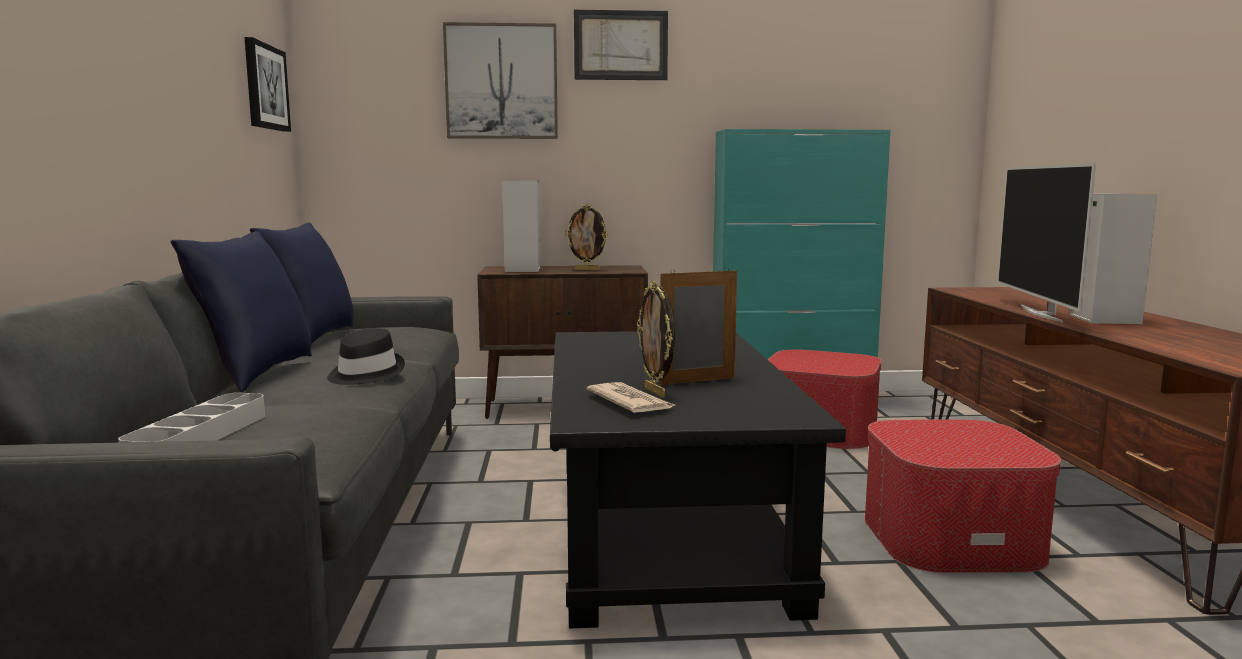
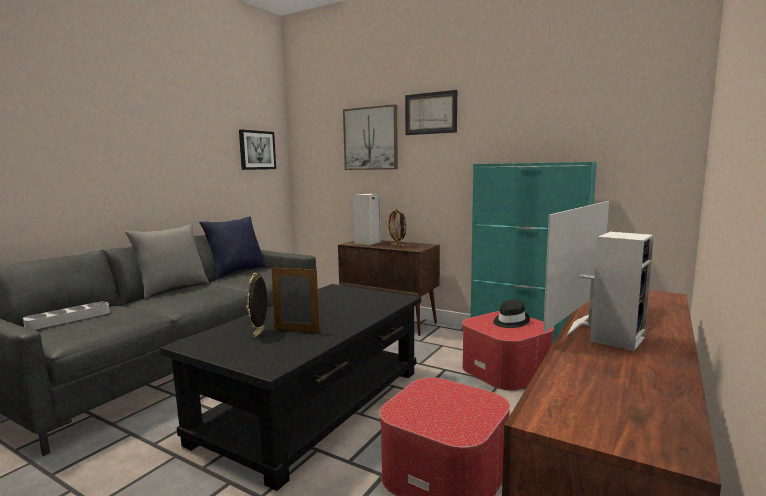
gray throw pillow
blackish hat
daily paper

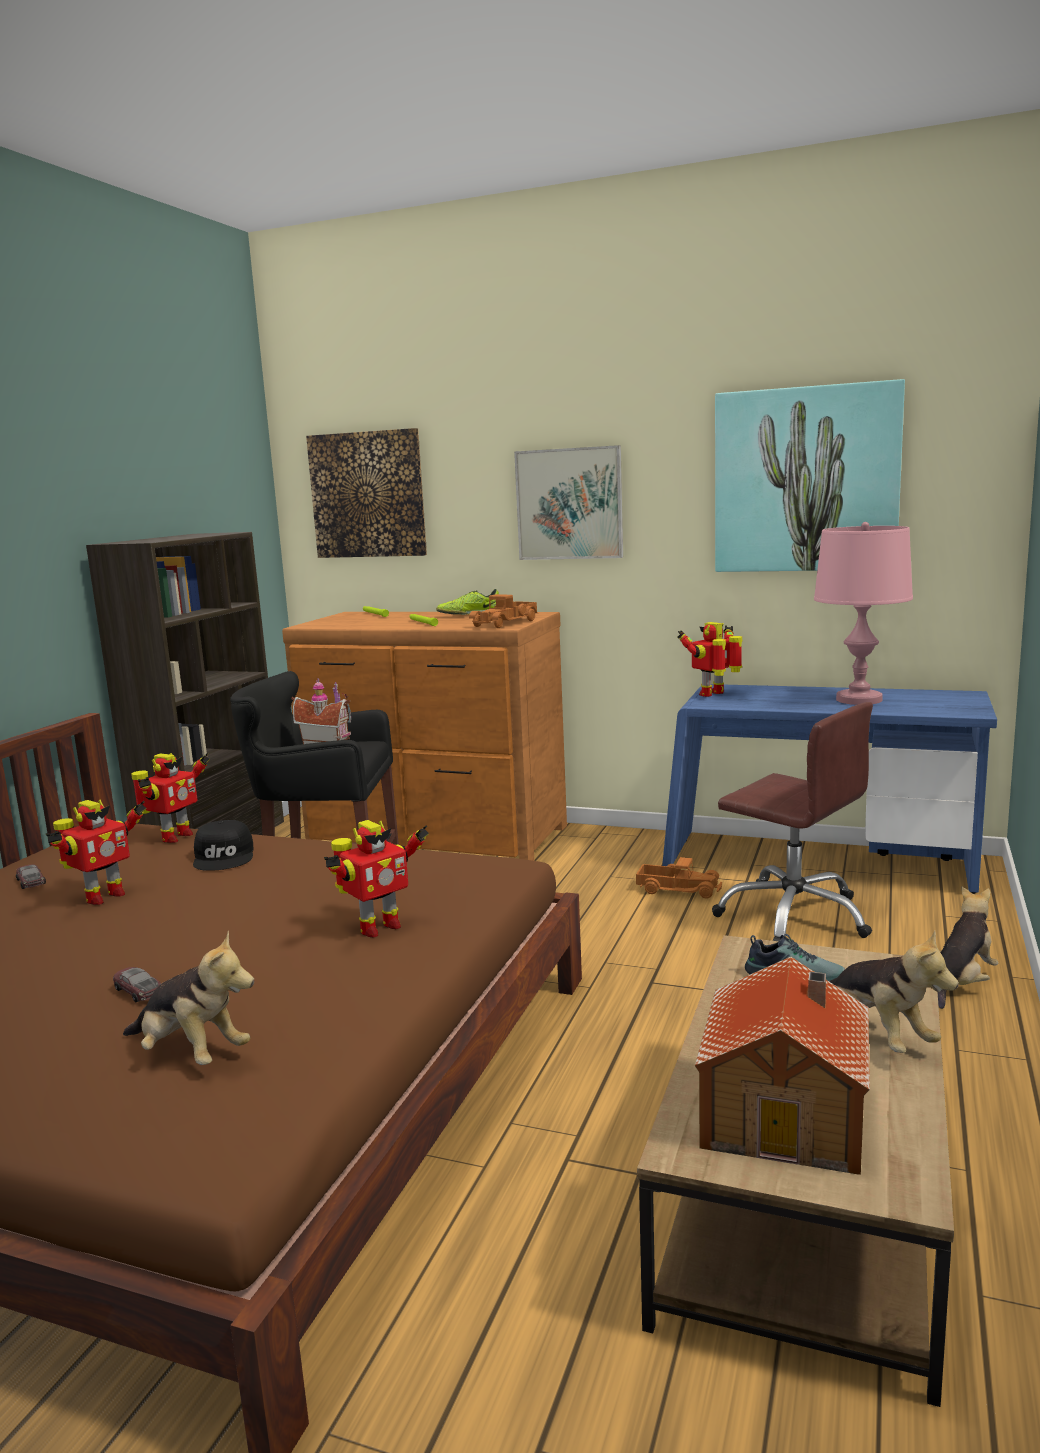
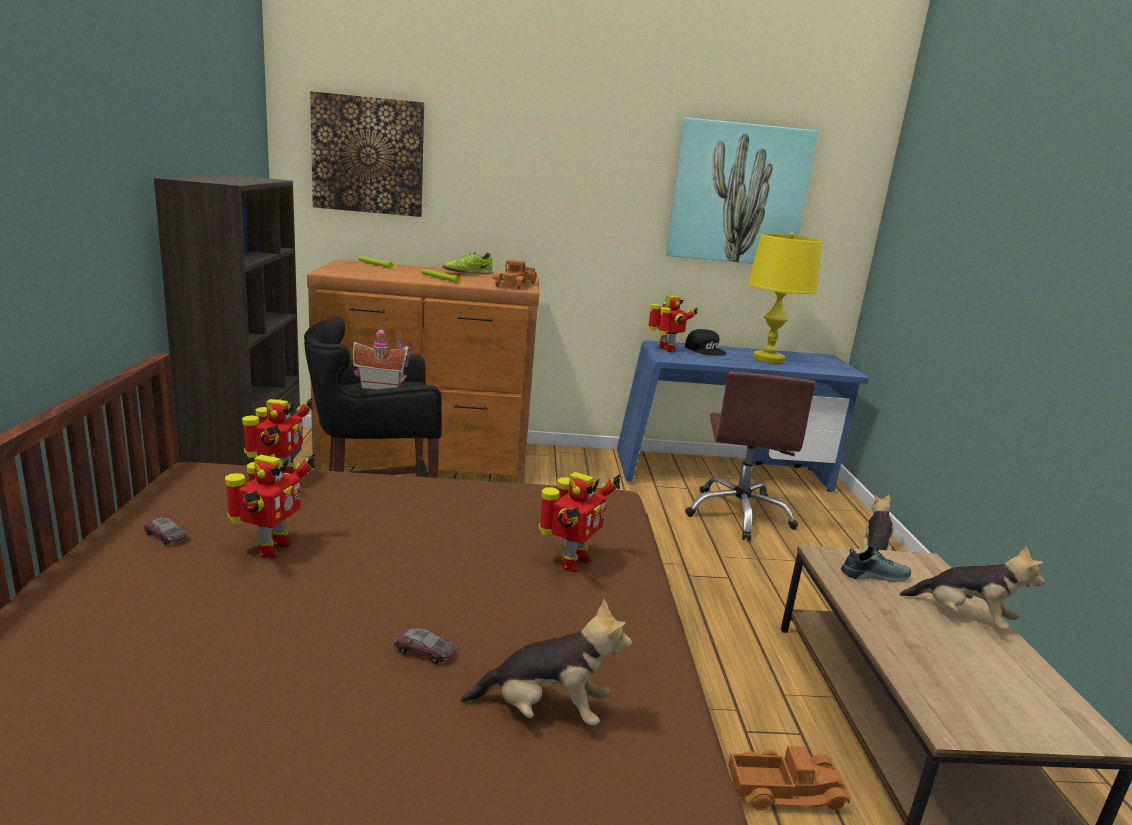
blackish cap
wall picture (2nd from left in the first image)
toy lorry (2nd from left)
toy robot (4th from left)
model house (2nd from left in the first image)
brown desk chair
yellowish table lamp

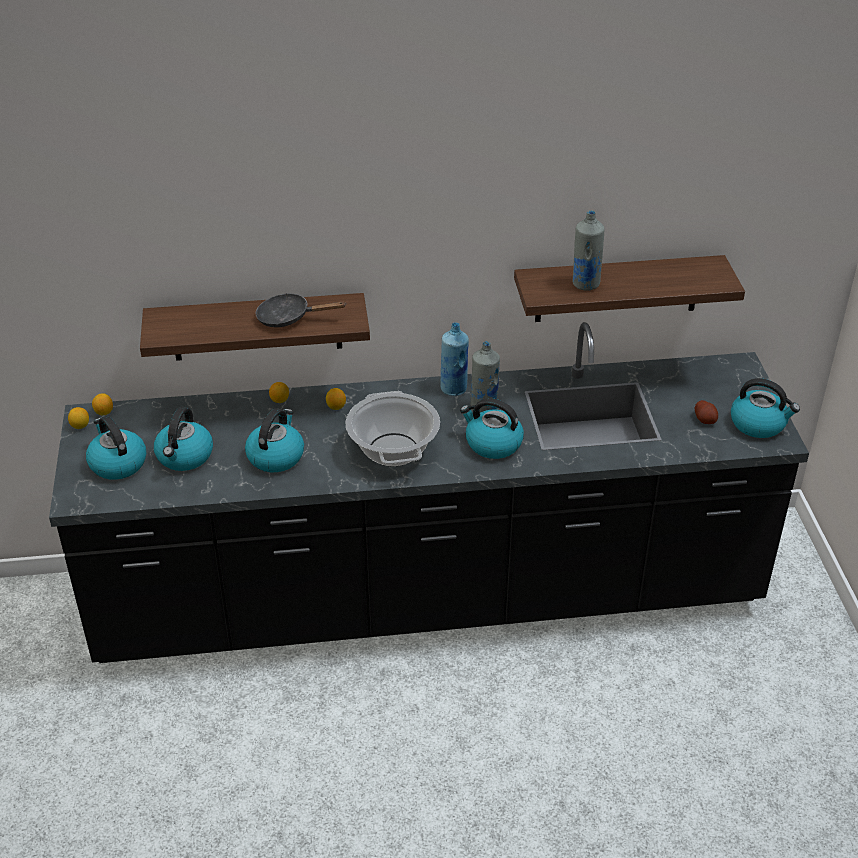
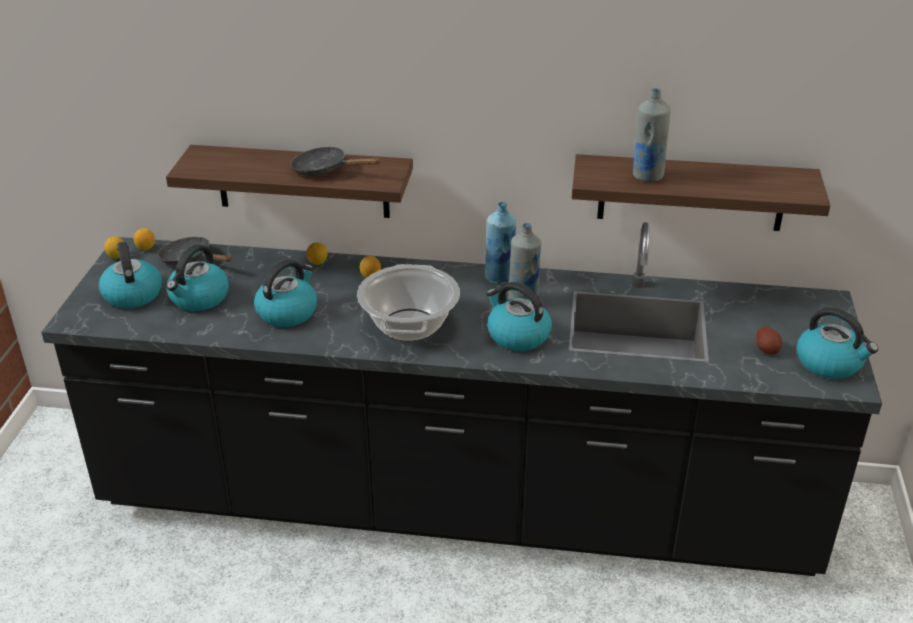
blackish pan (1st from left)

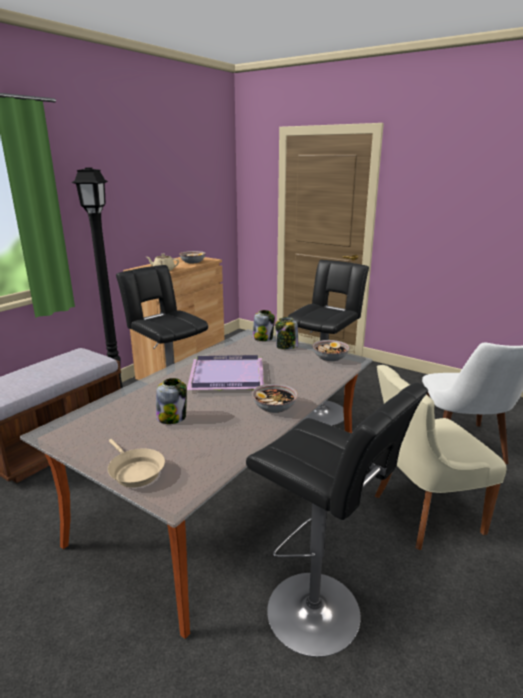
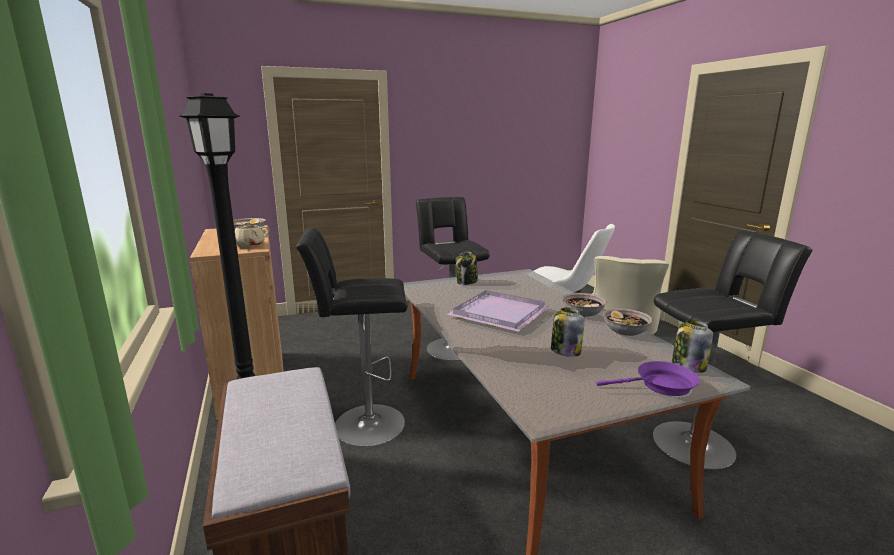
purplish pan
jar (3rd from left)
serving bowl (3rd from left)

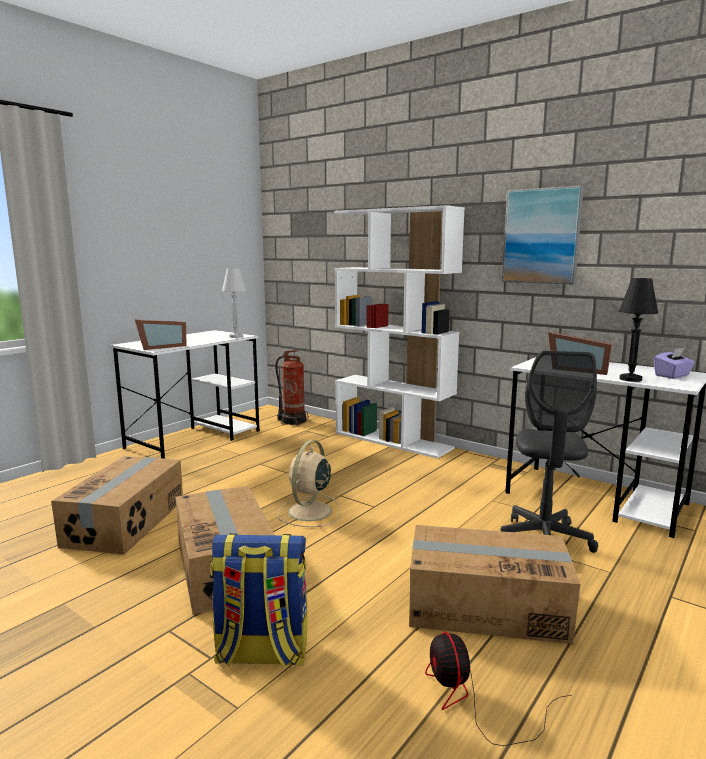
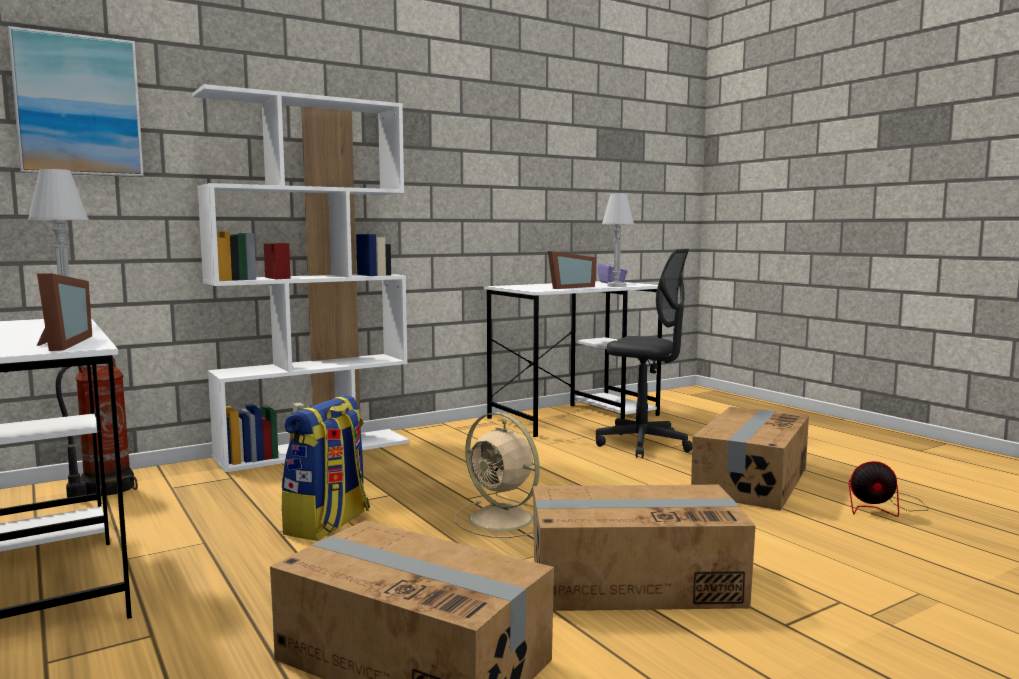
backpack
wall picture
whitish table lamp (2nd from left)

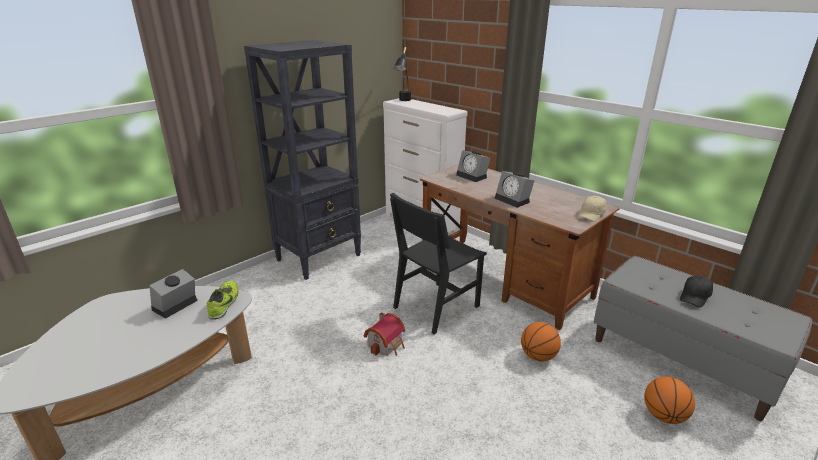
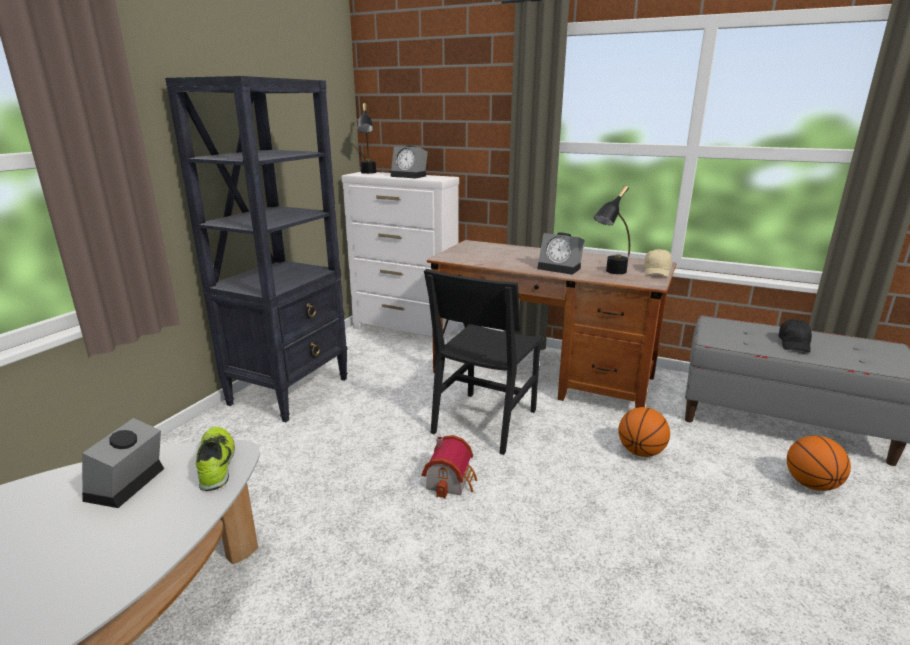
bedside clock (2nd from left)
blackish table lamp (2nd from left)

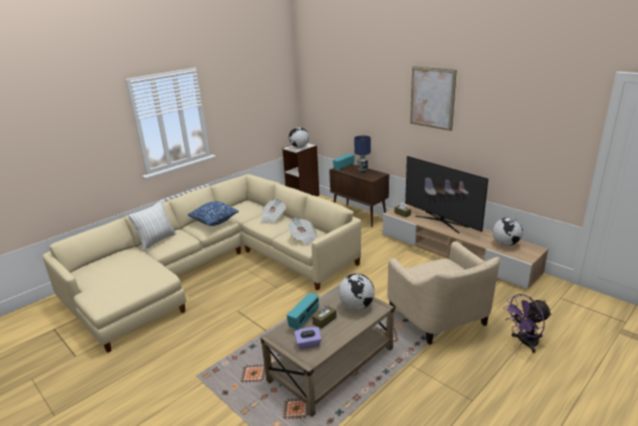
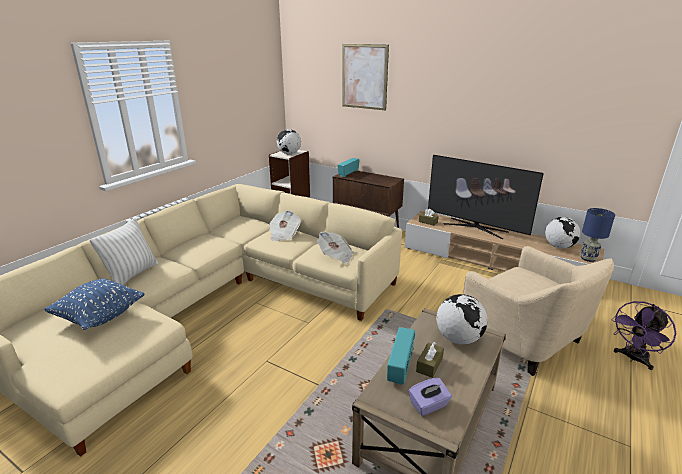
bluish throw pillow
bluish table lamp
wall picture

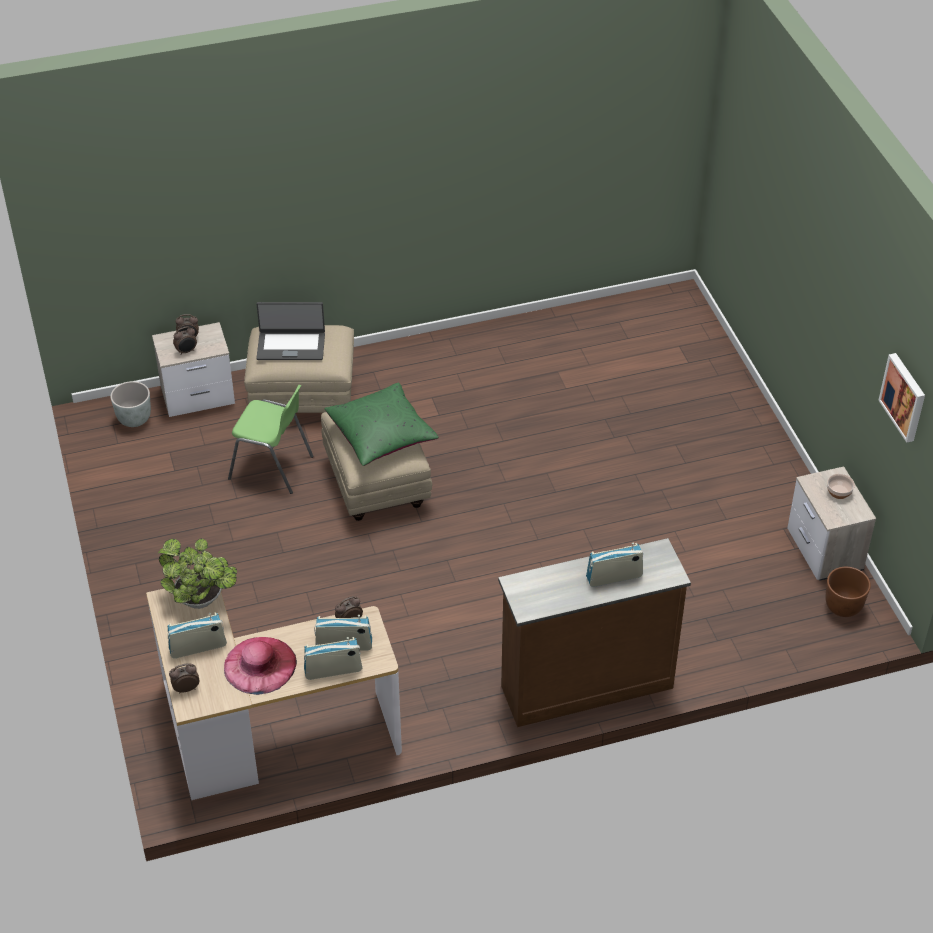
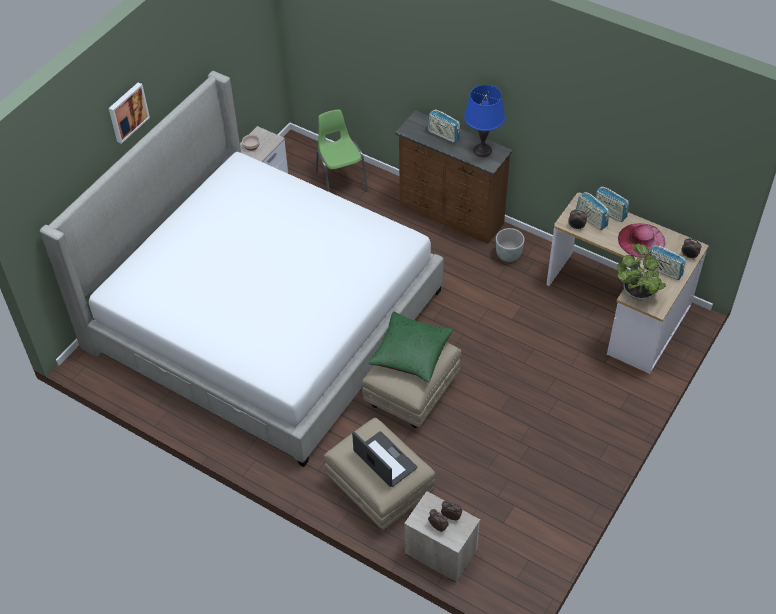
gray flower pot
greenish chair
brown flower pot
wall picture
sleeping bed
bluish table lamp

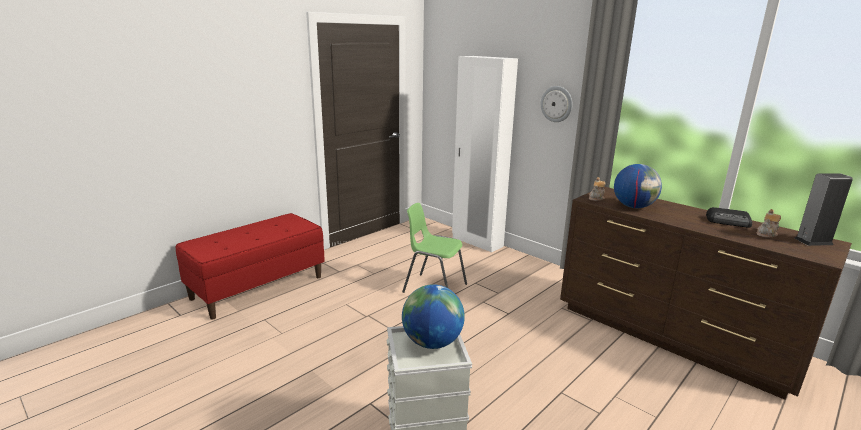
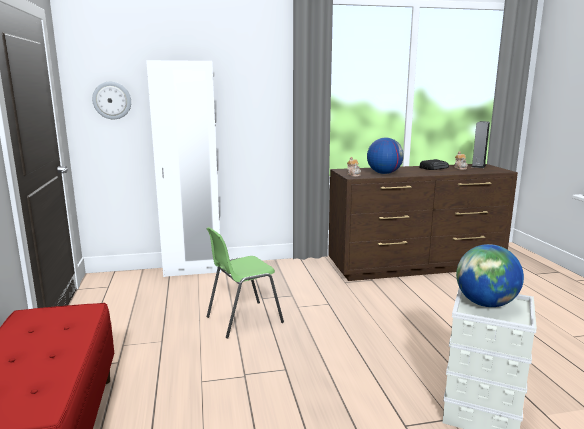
wall clock

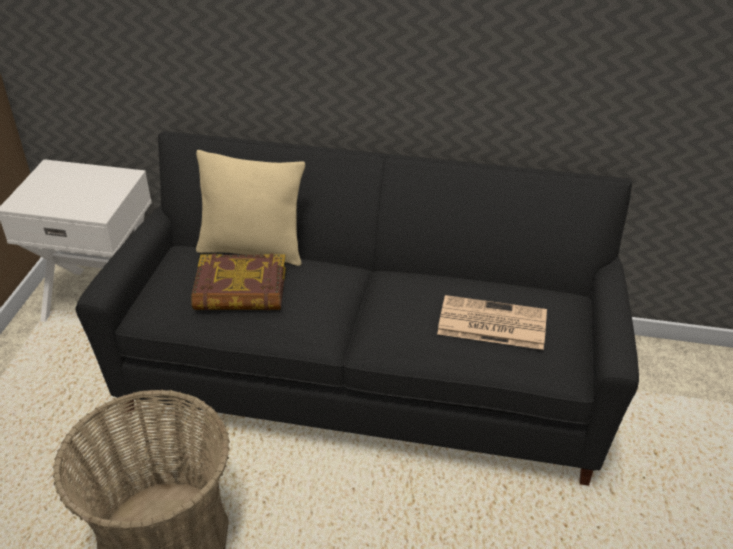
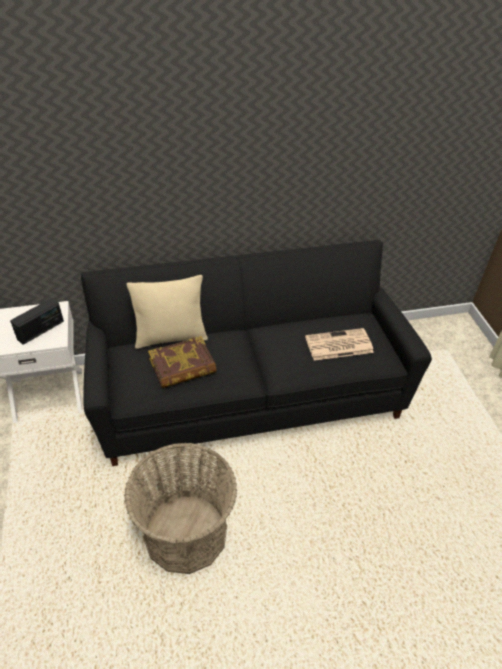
radio set

